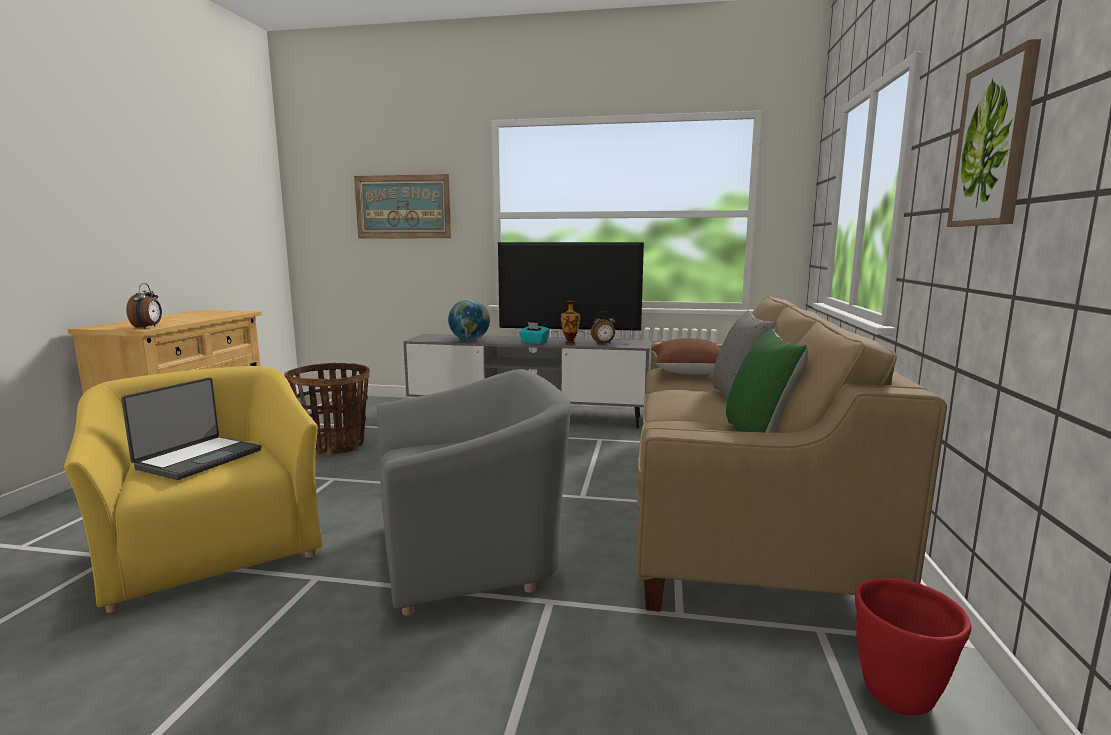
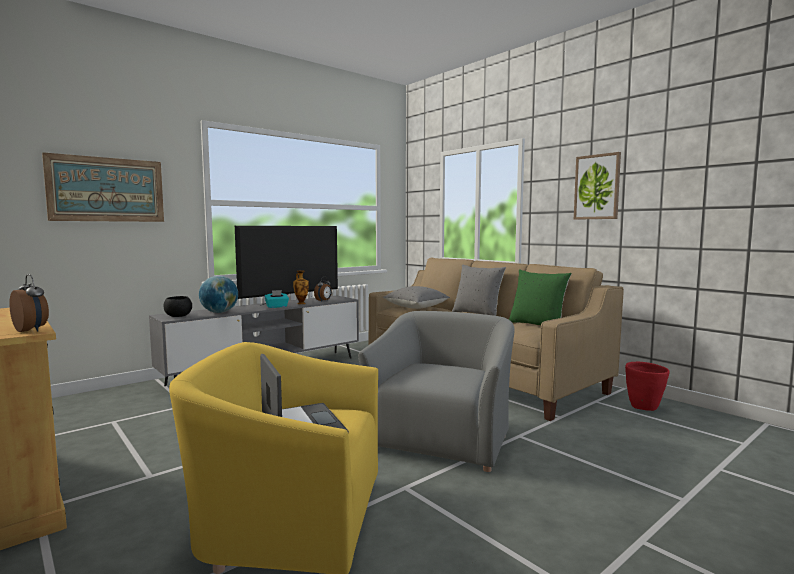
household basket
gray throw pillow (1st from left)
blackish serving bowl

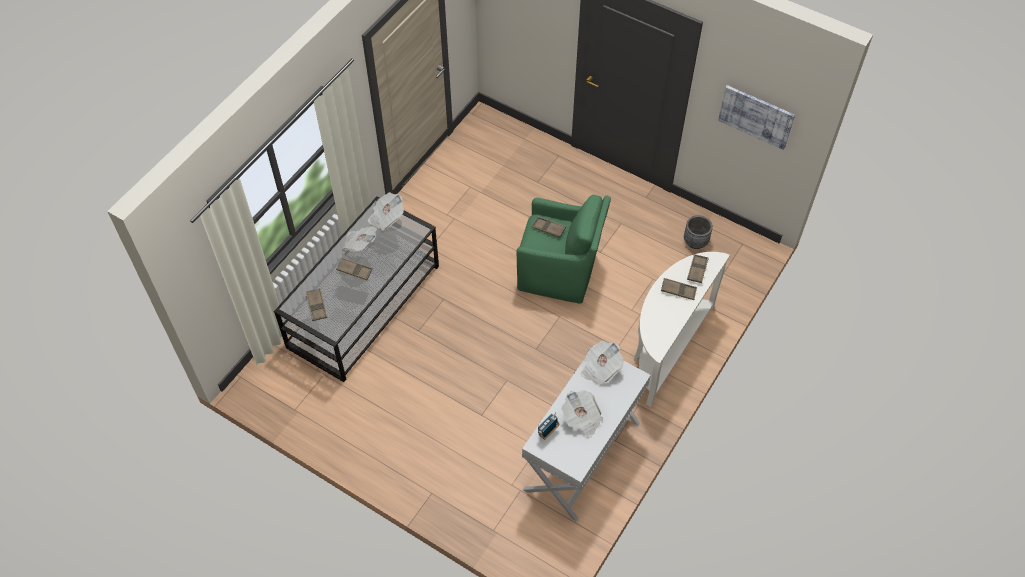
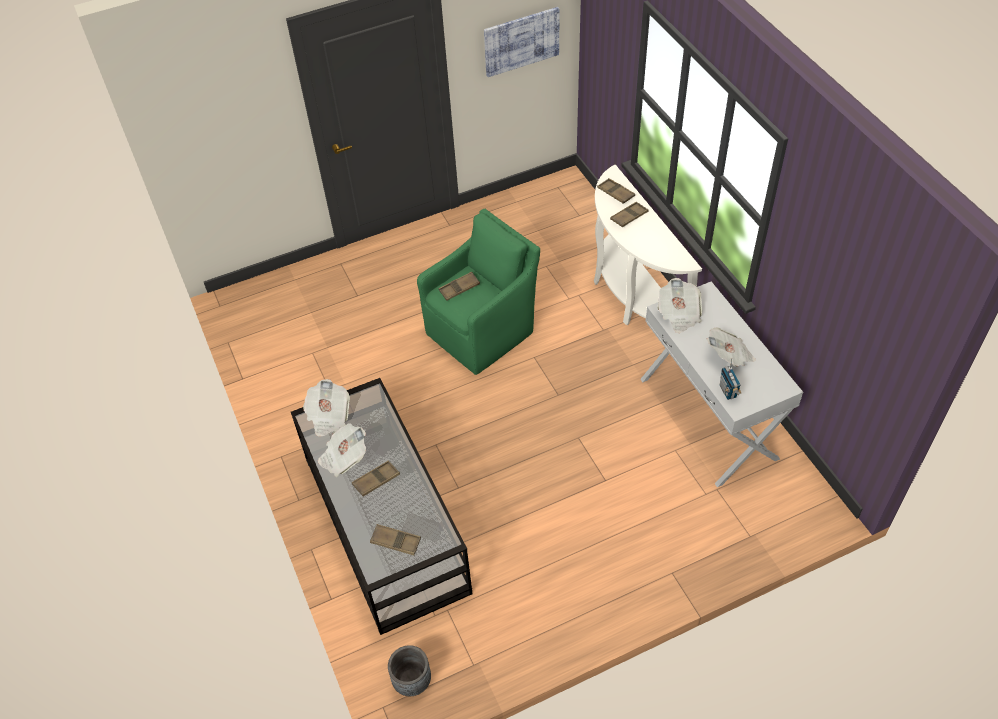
gray flower pot

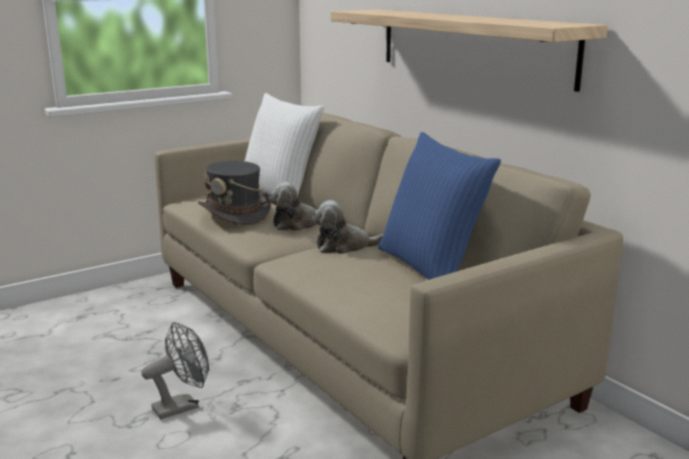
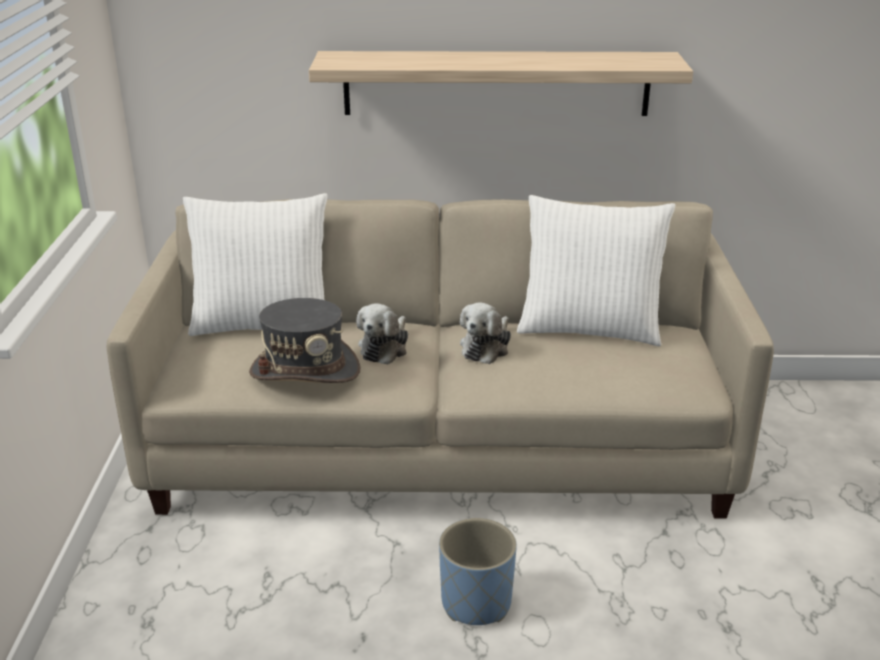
bluish flower pot
whitish throw pillow (2nd from left)

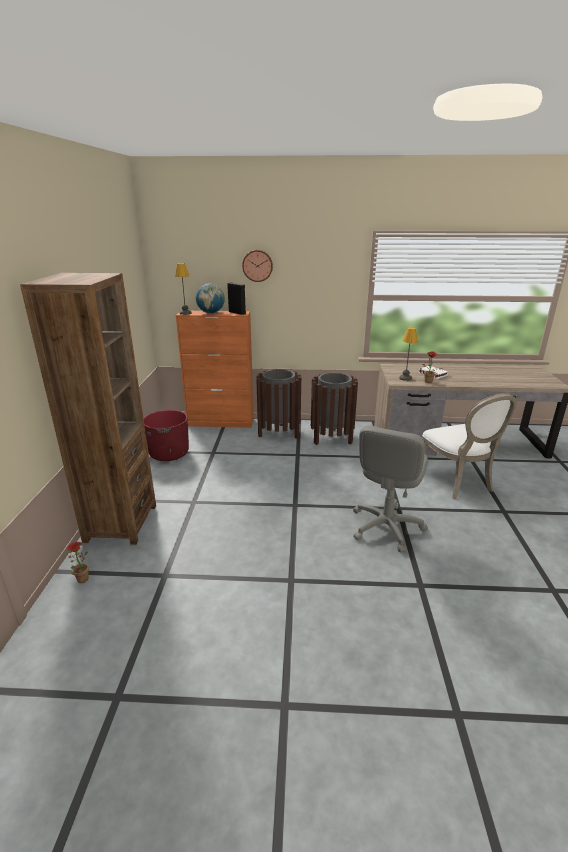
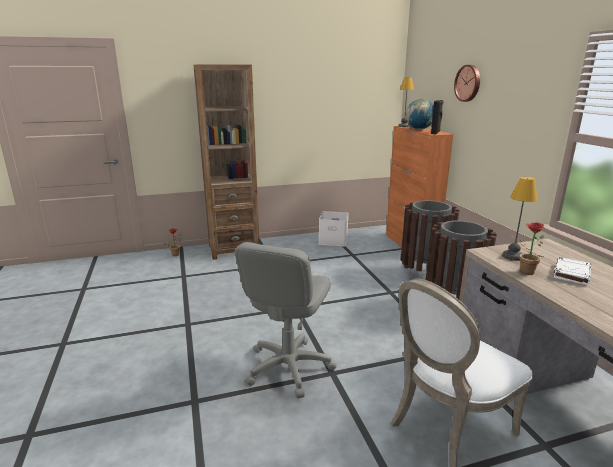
whitish storage bin
gray desk chair

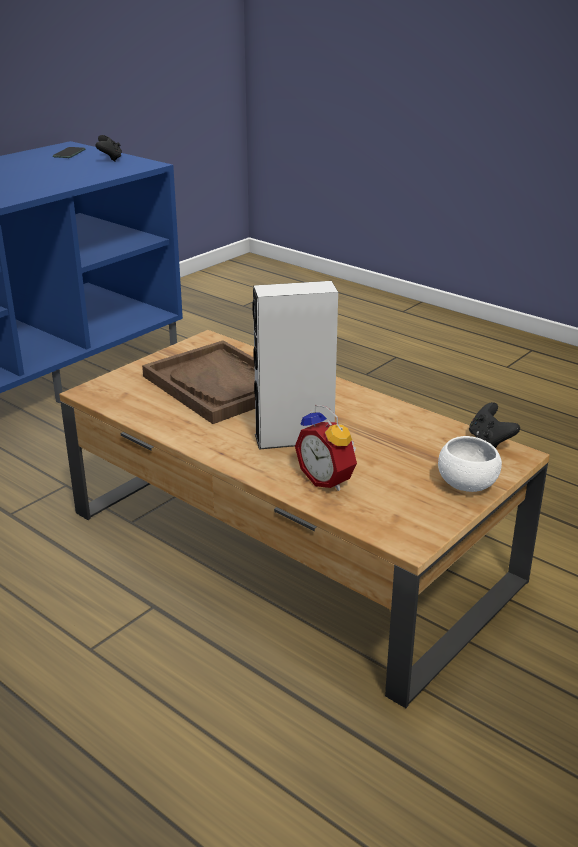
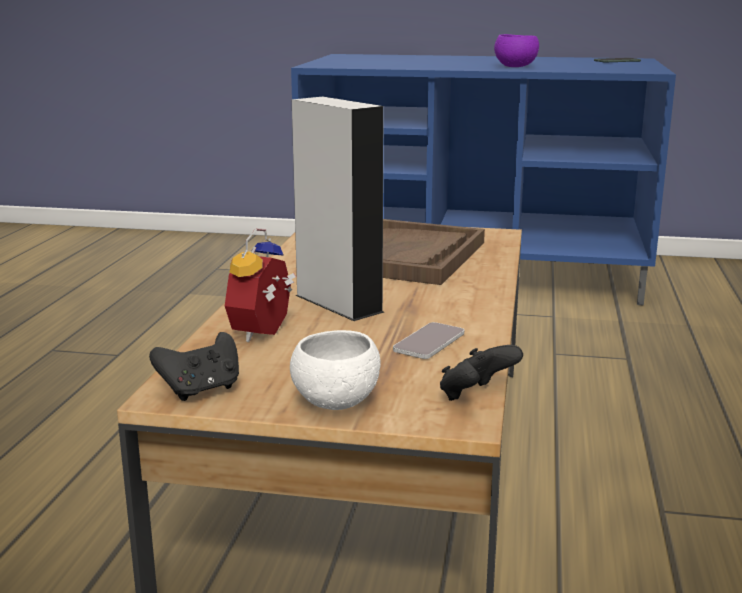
blackish game controller (1st from left)
handset (1st from left)
purplish serving bowl

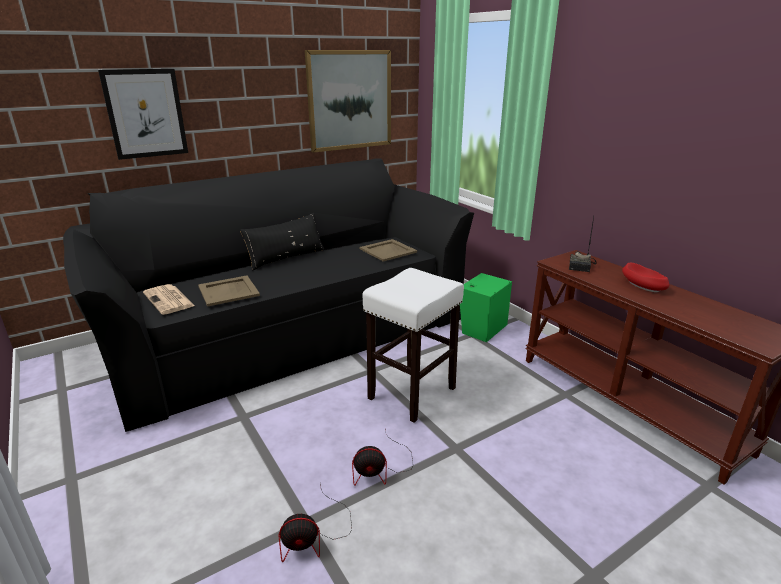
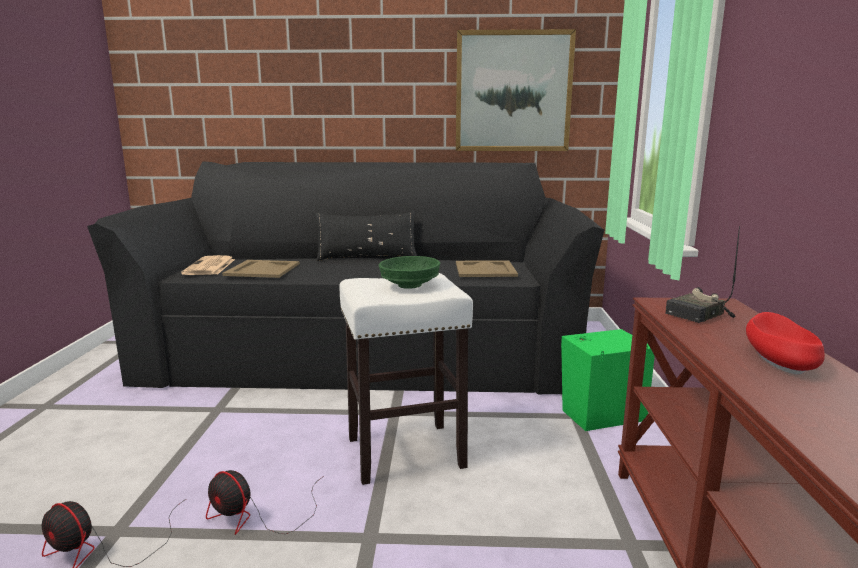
wall picture (1st from left in the first image)
greenish serving bowl

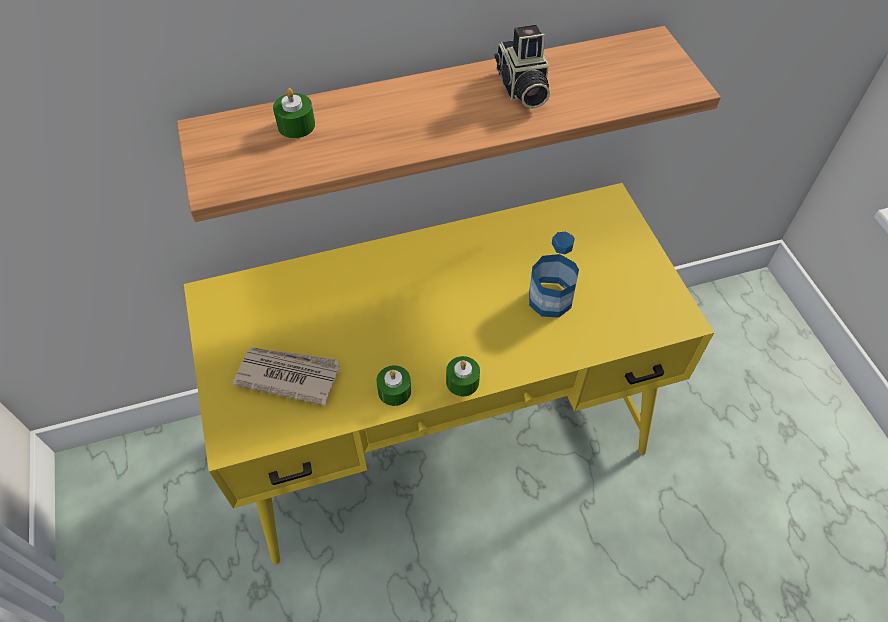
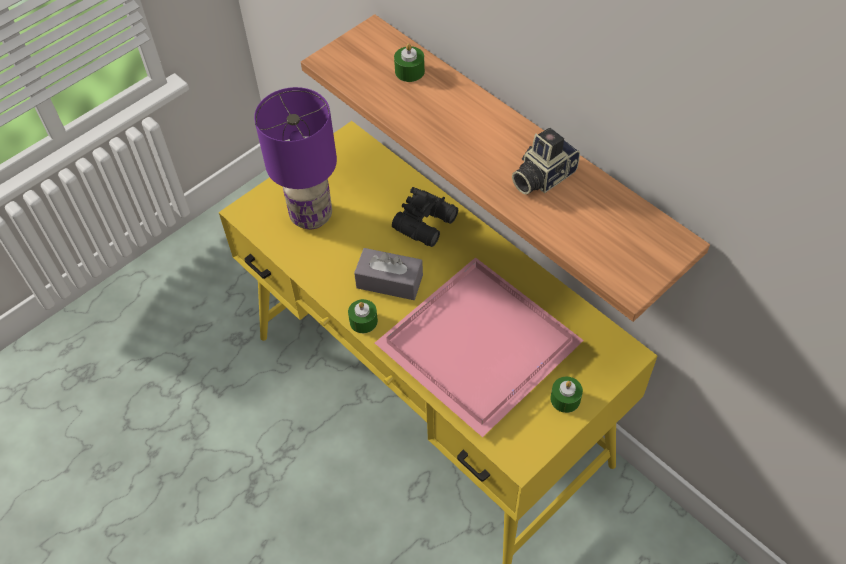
purplish table lamp
greenish wax light (3rd from left)
pink-coloured carrying tray
gray box of tissues
blackish pair of binoculars

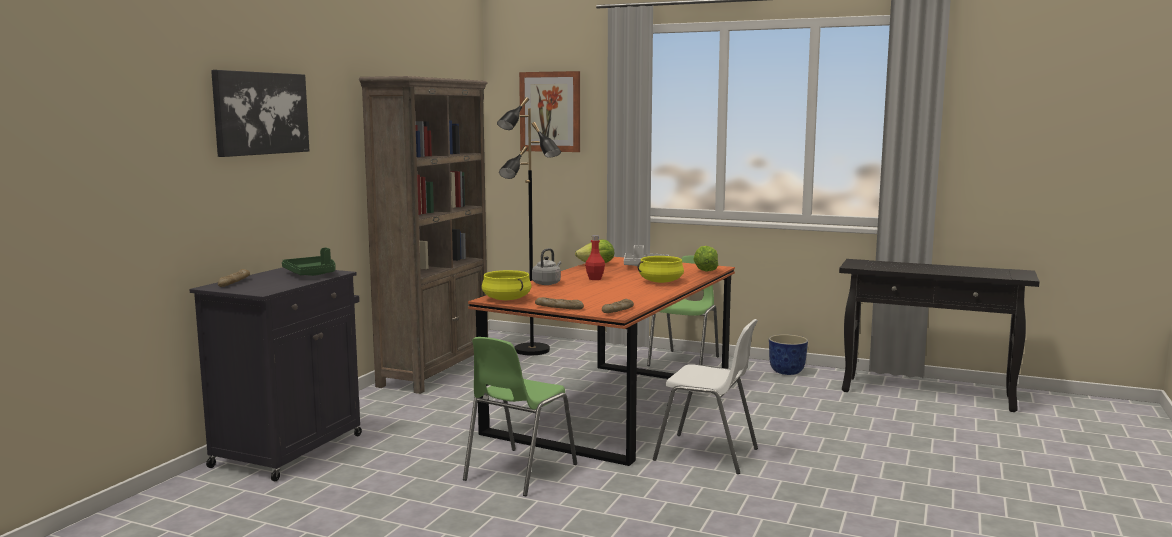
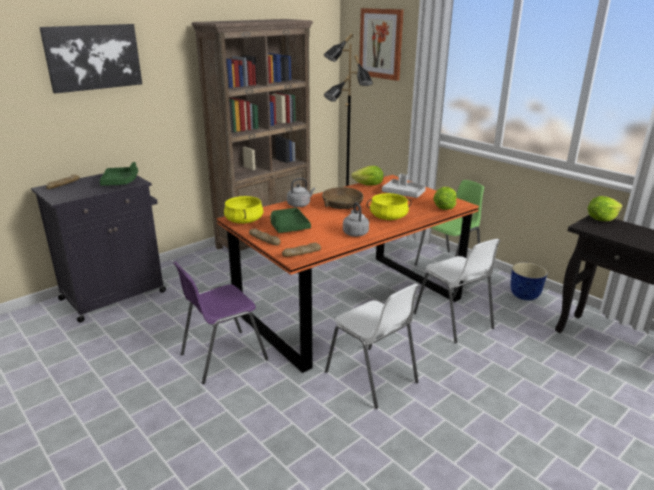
purplish chair
brown serving bowl
greenish carrying tray (2nd from left)
gray kettle (2nd from left)
whitish chair (2nd from left)
lettuce head (3rd from left)

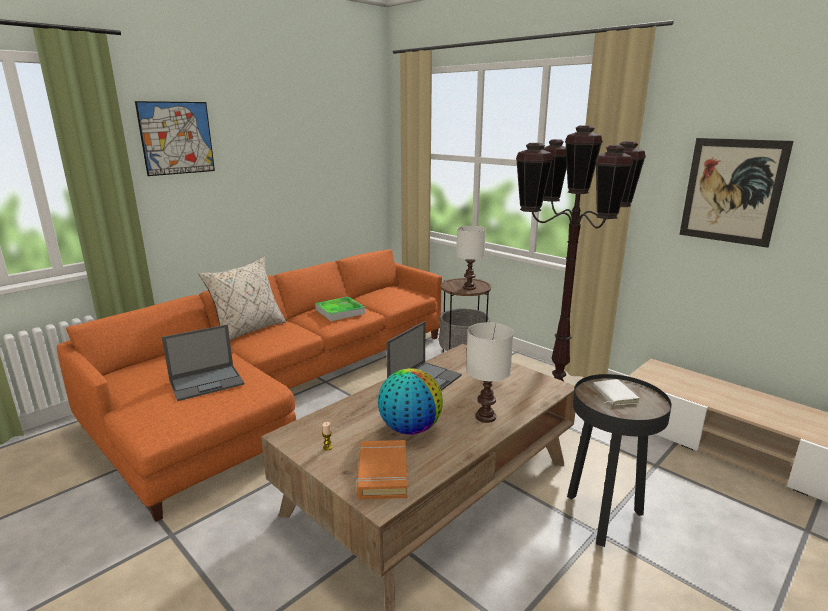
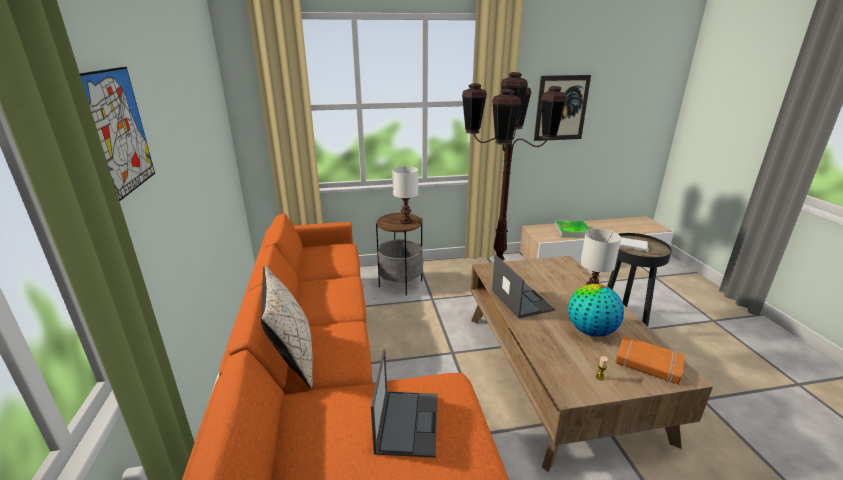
carrying tray

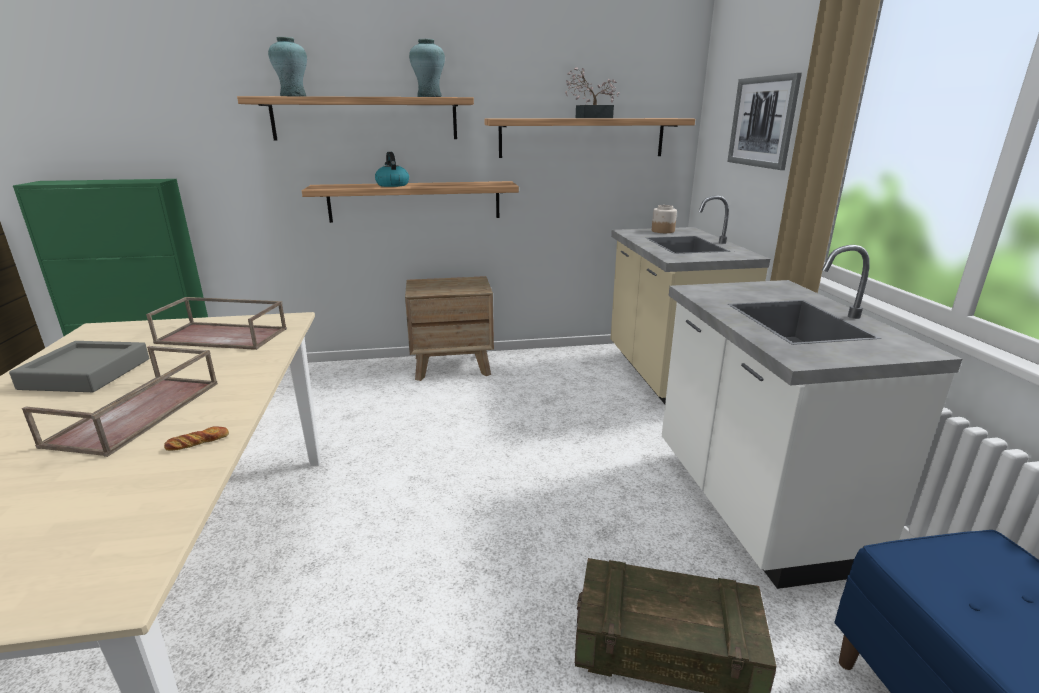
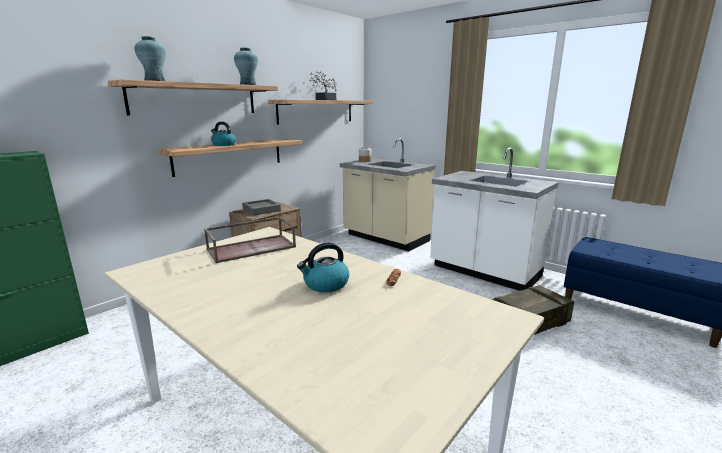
gray carrying tray
kettle (2nd from left)
wall picture

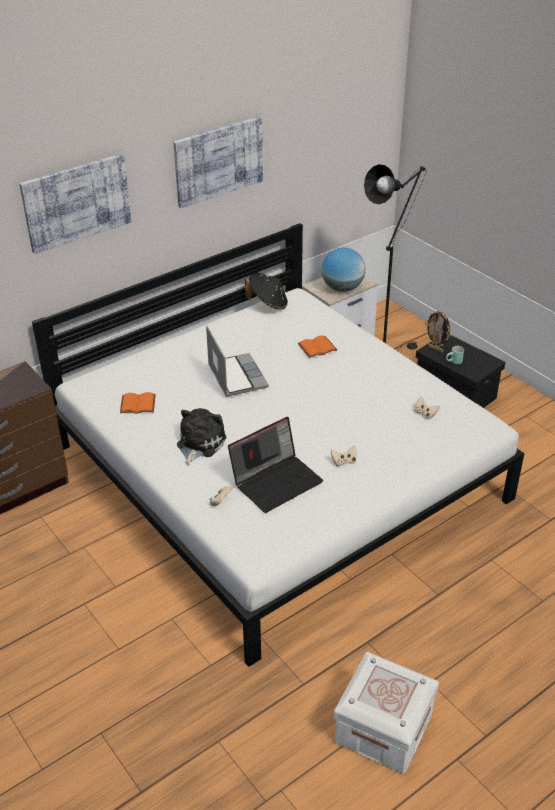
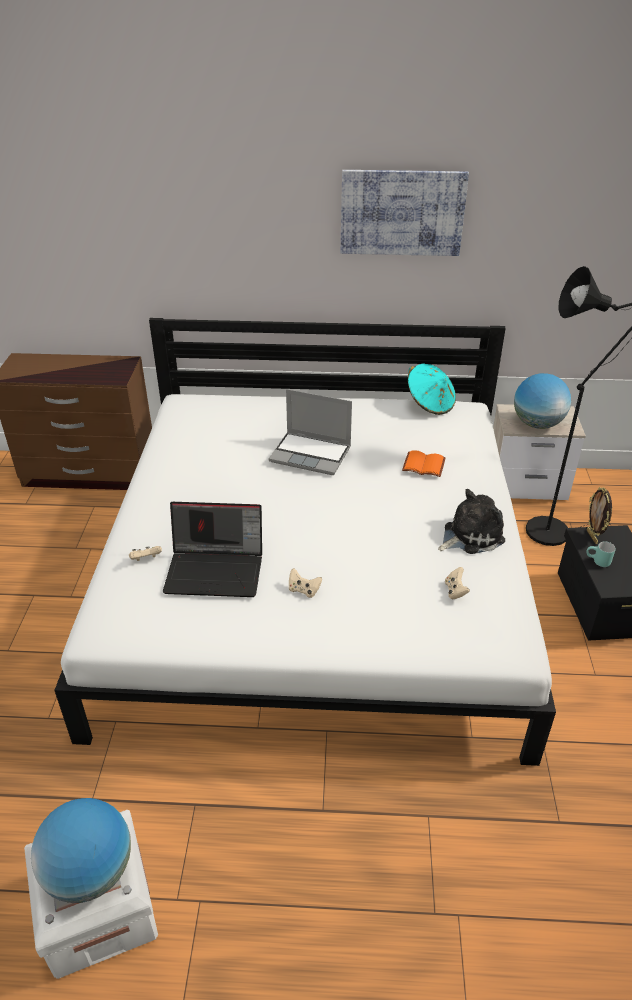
wall picture (1st from left in the first image)
orange-coloured book (1st from left in the first image)
plush toy
notebook computer (2nd from left)
blue-green hat
world globe (1st from left)

